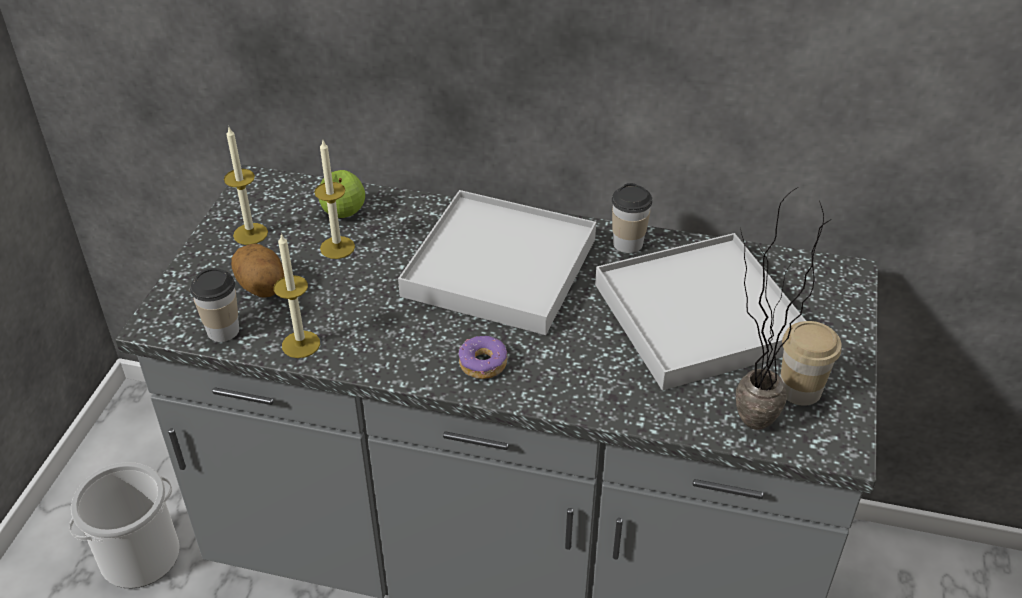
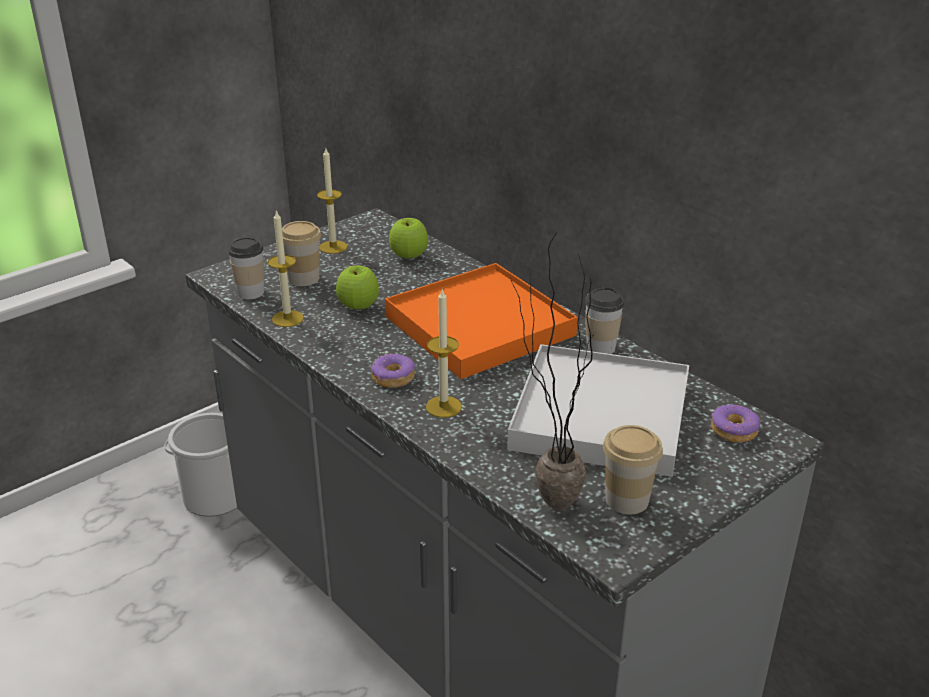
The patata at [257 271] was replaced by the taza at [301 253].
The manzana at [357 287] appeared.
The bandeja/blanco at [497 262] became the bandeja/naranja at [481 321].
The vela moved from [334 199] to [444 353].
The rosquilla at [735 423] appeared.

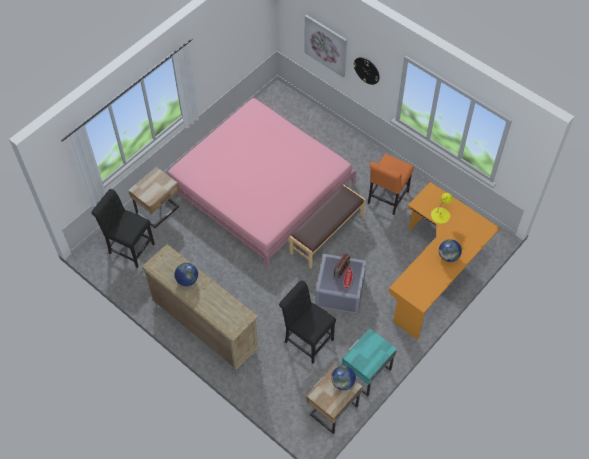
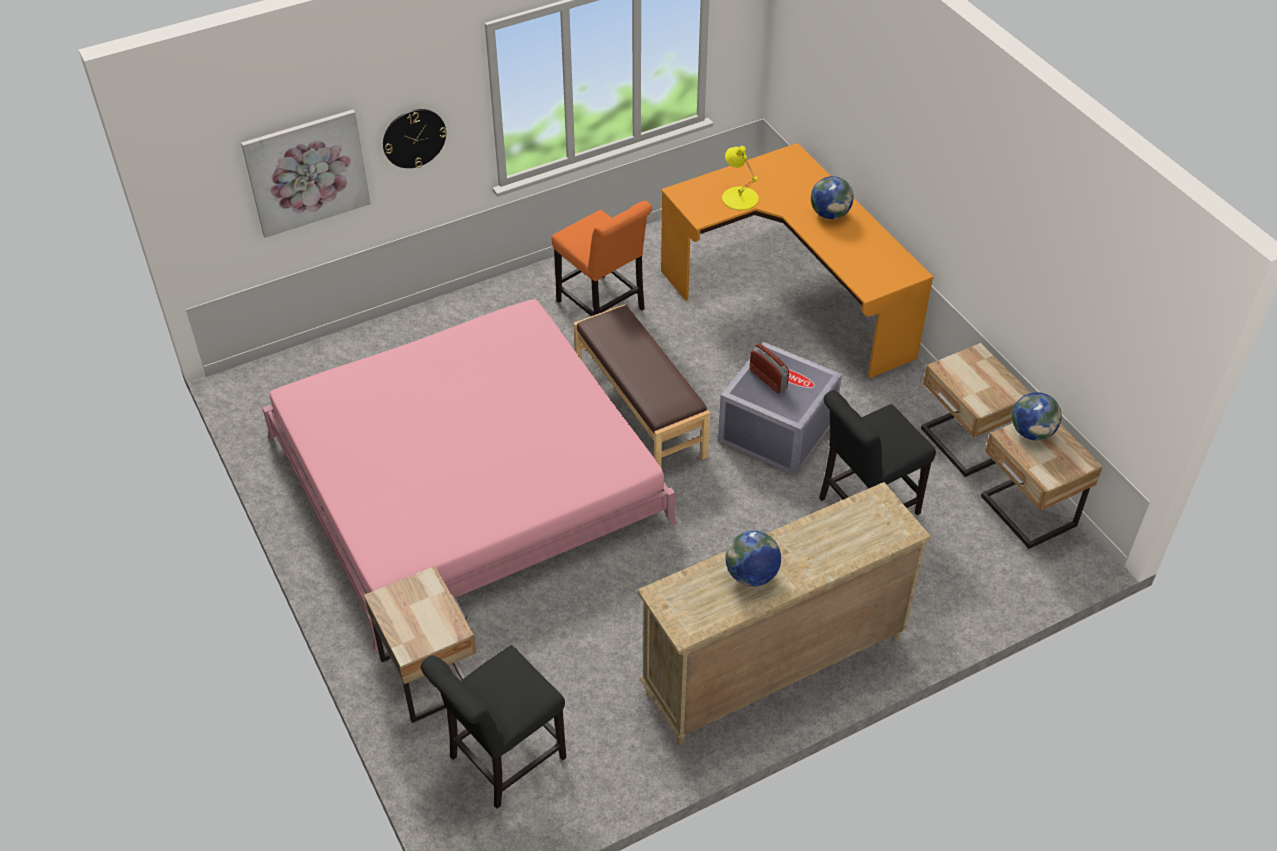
The mesita de noche/turquesa at [369 362] became the mesita de noche/beis at [976 410].

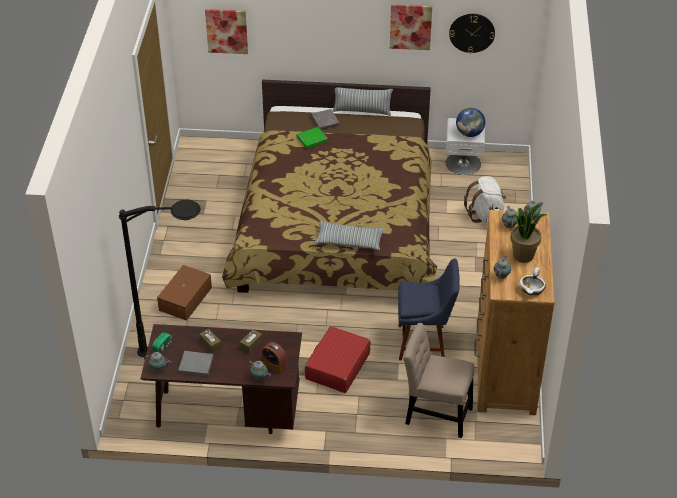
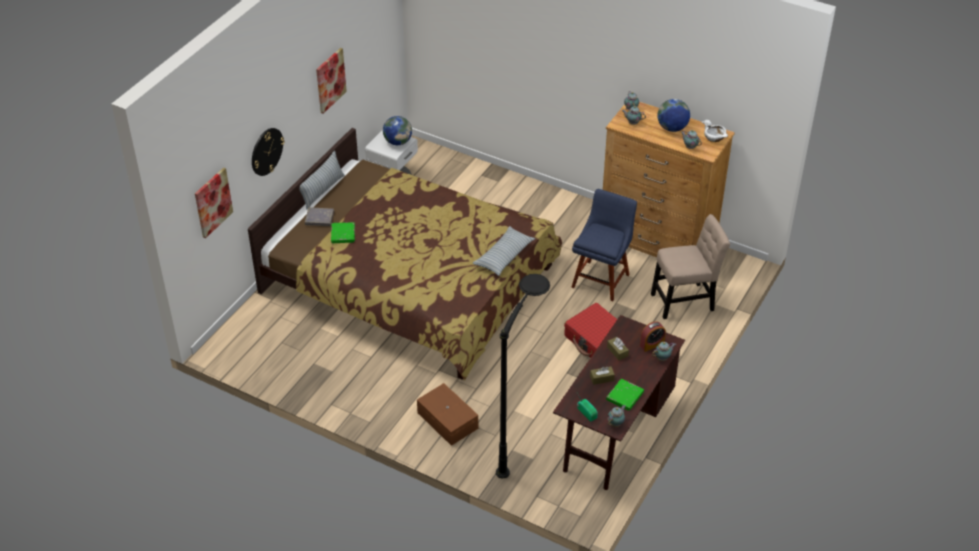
The reloj de pared moved from [472 33] to [268 152].
The libro/gris at [196 363] became the libro/verde at [625 395].
The silla/beis at [439 380] turned 150 degrees counterclockwise.
The planta en maceta at [529 233] was replaced by the globo terráqueo at [673 115].
The mochila/blanco at [485 200] disappeared.

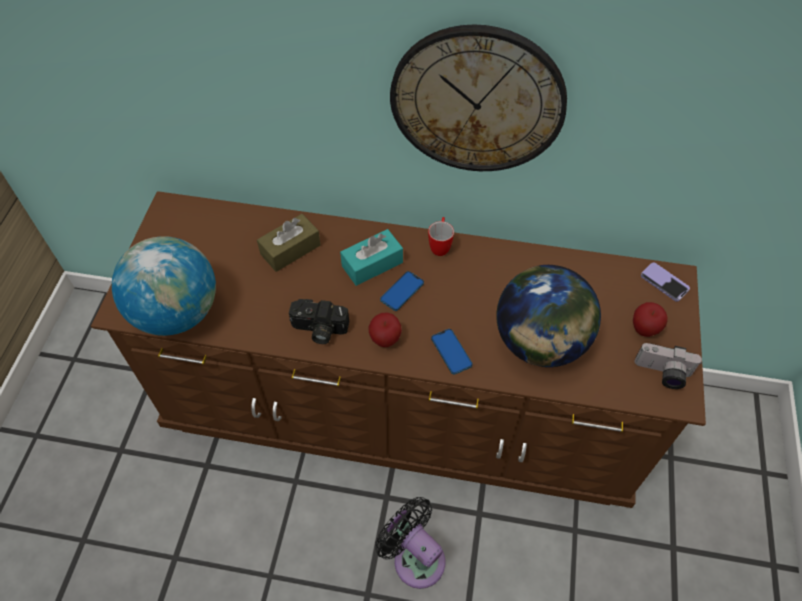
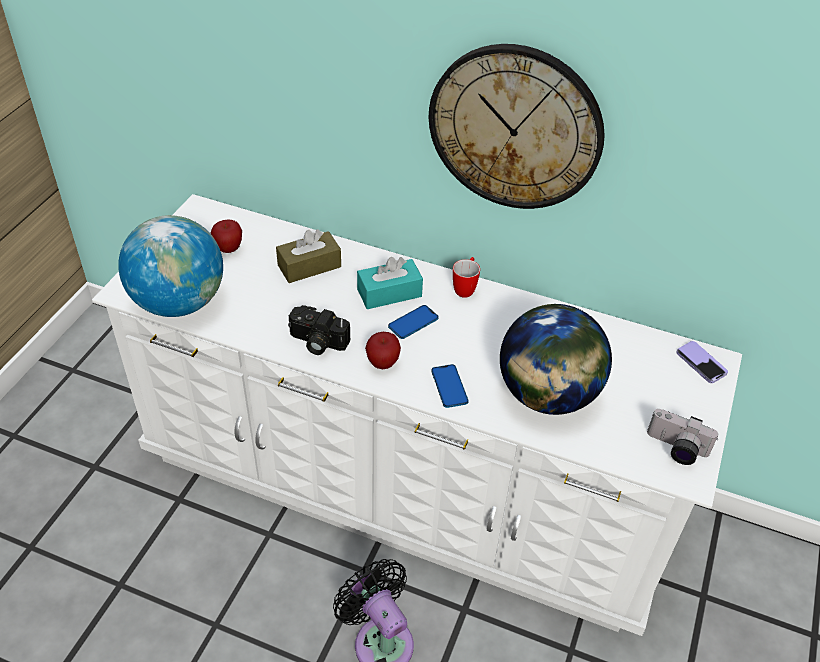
The cómoda/marrón at [398 349] became the cómoda/blanco at [417 415].
The manzana moved from [650 319] to [226 236].

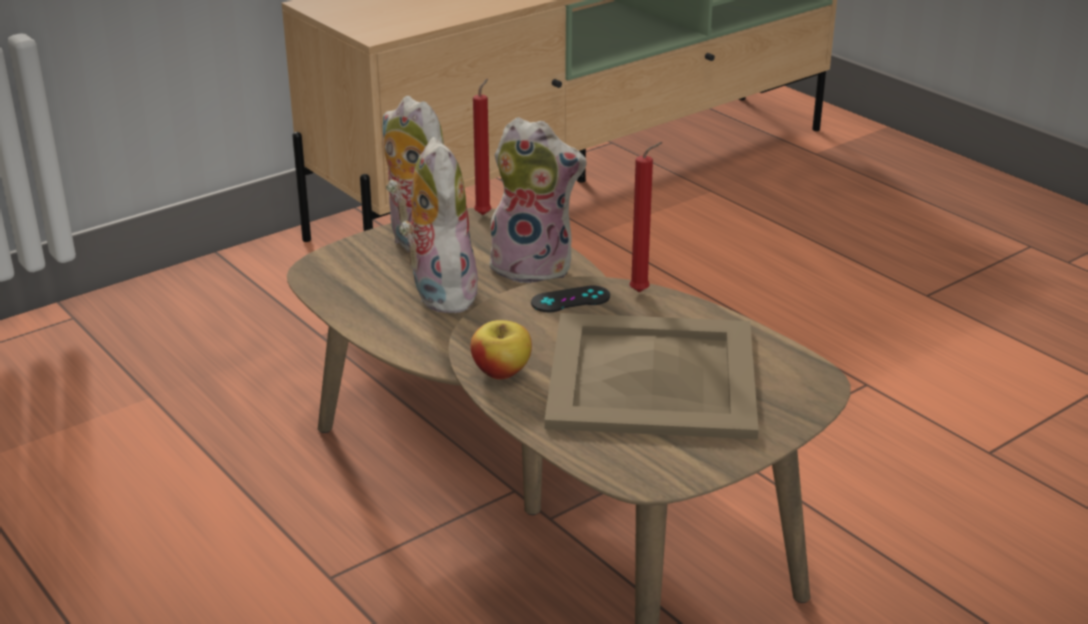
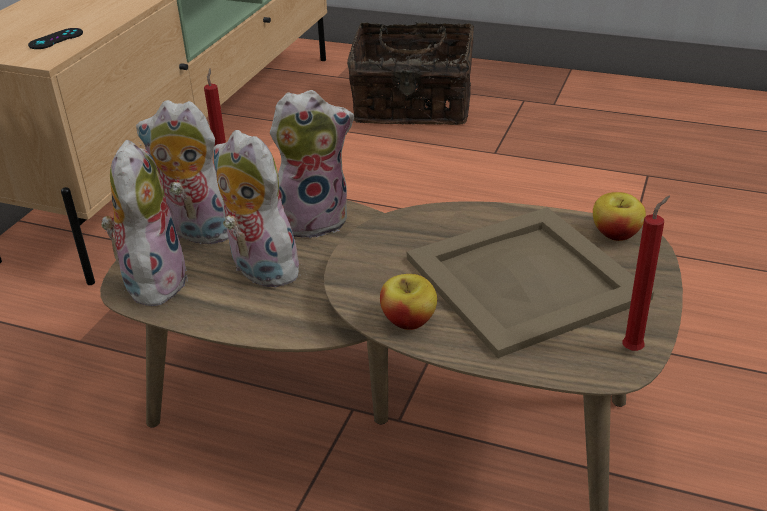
The mando de consola/negro moved from [570 298] to [55 38].
The peluche at [144 223] appeared.
The cesta at [410 73] appeared.
The manzana at [619 216] appeared.
The vela/rojo moved from [646 217] to [646 273].

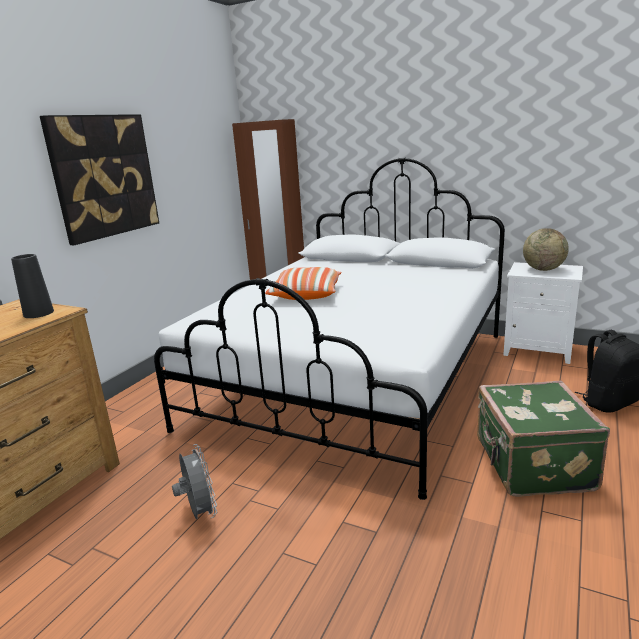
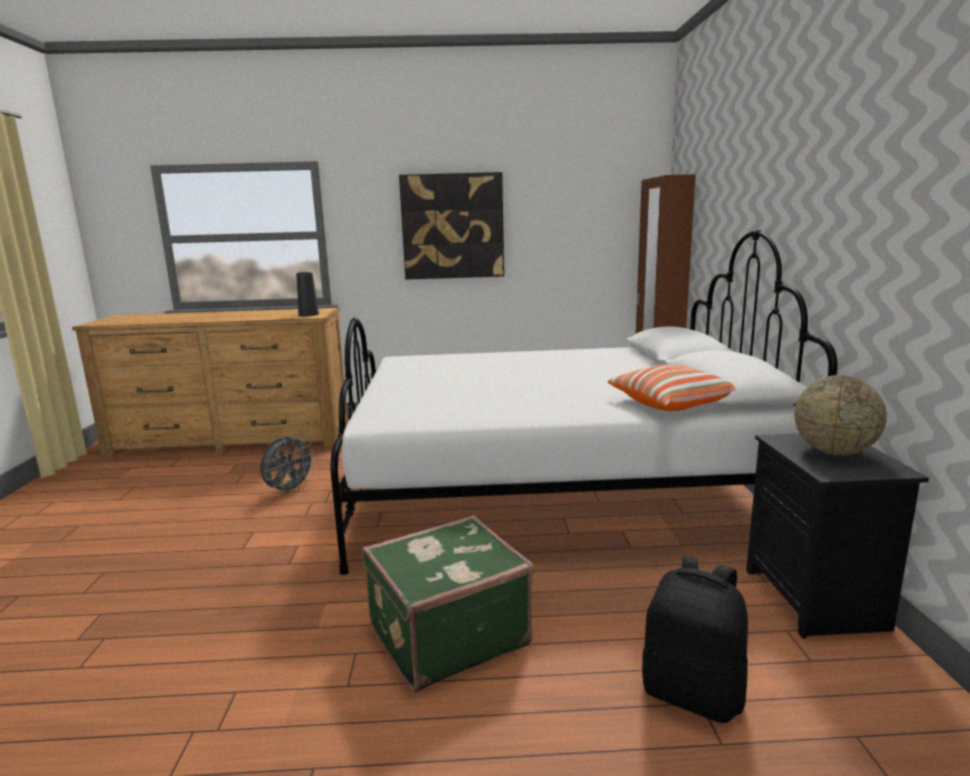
The cojín moved from [303 283] to [672 387].
The mesita de noche/blanco at [543 313] became the mesita de noche/negro at [837 536].

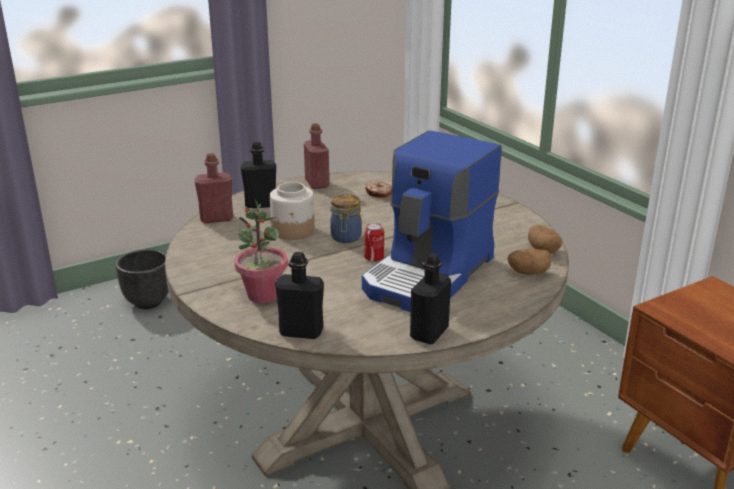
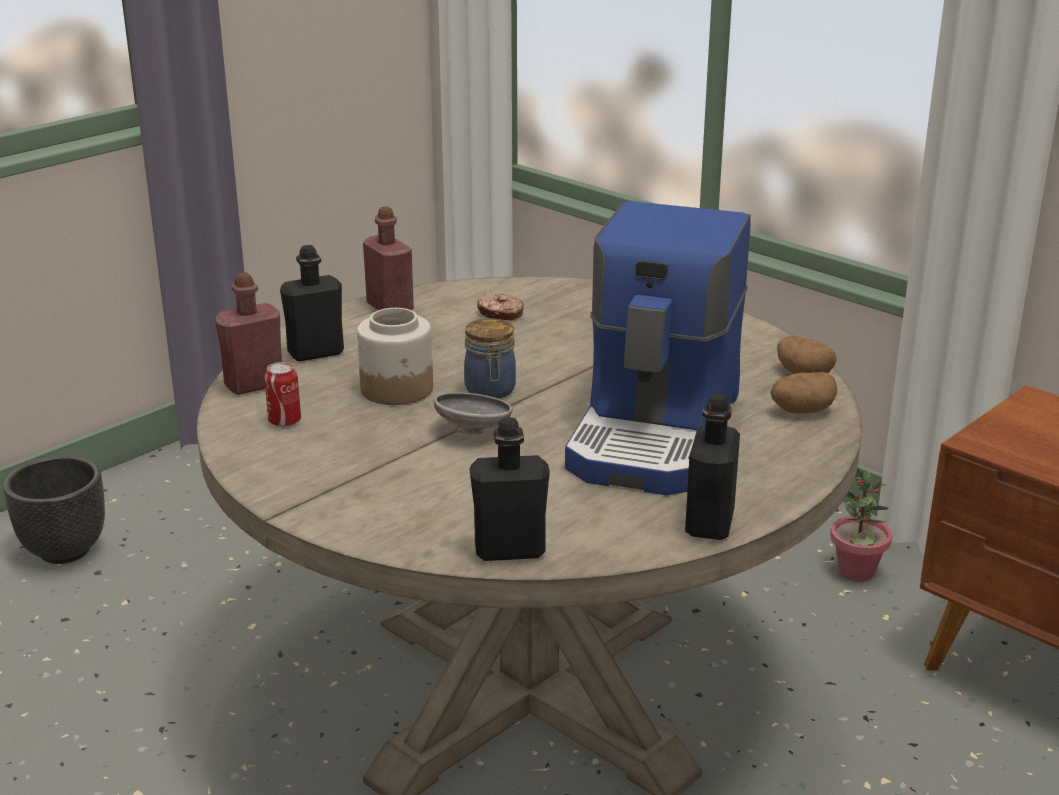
The lata moved from [374 242] to [282 394].
The cuenco/gris at [473 413] appeared.
The planta en maceta moved from [261 251] to [861 525].

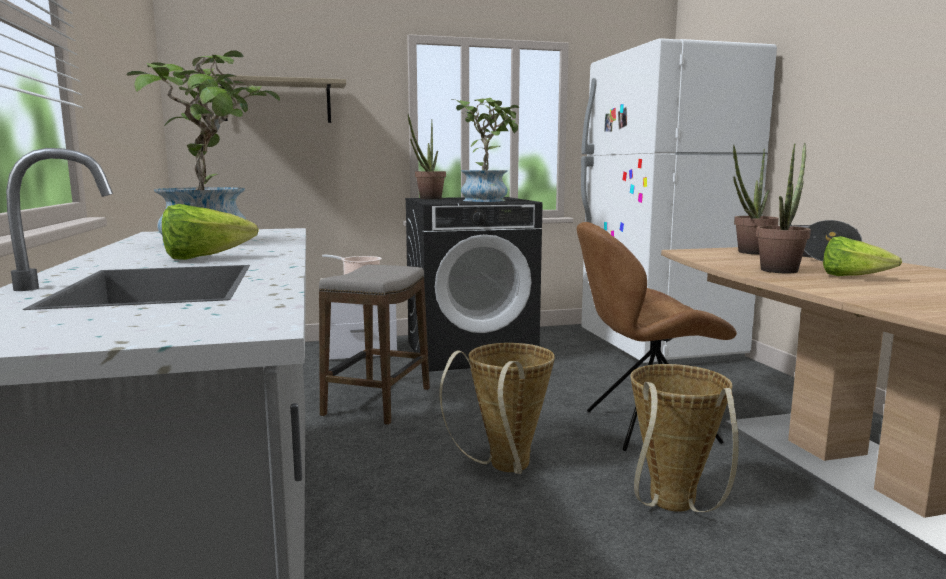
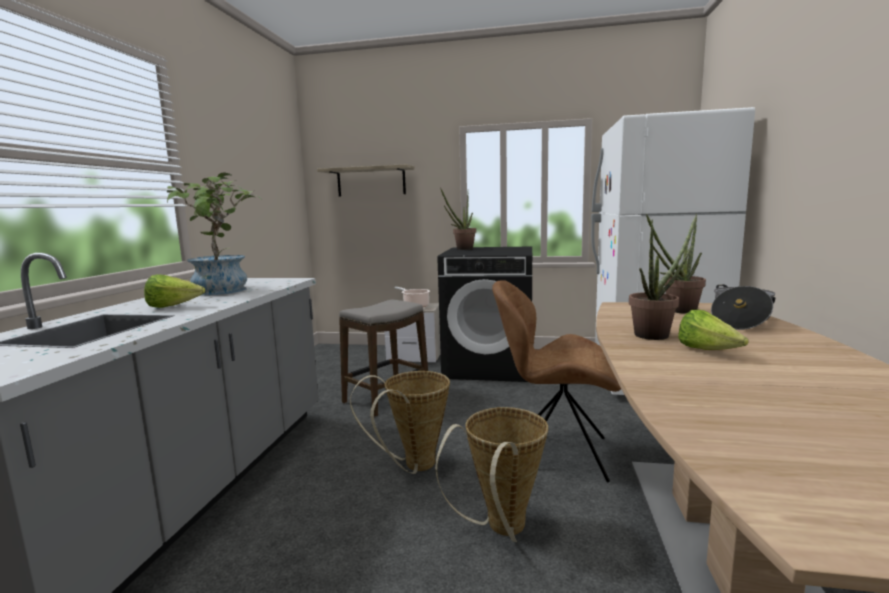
The planta en maceta at [485 150] disappeared.

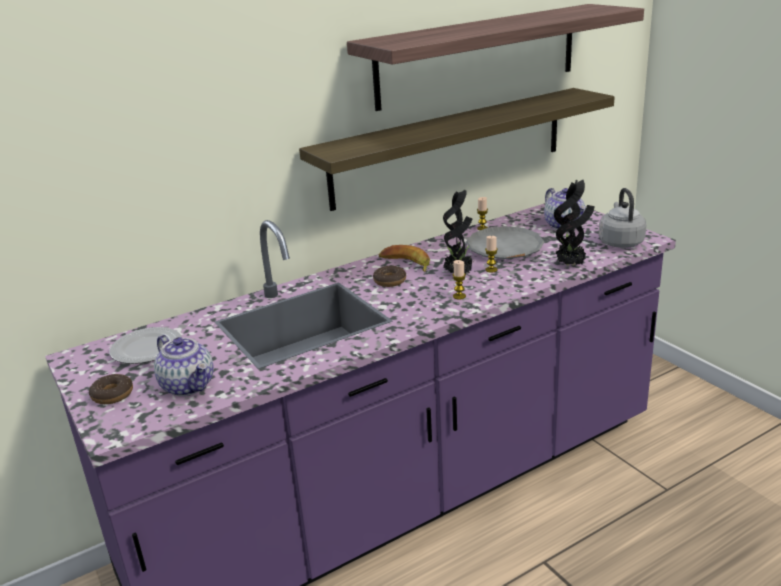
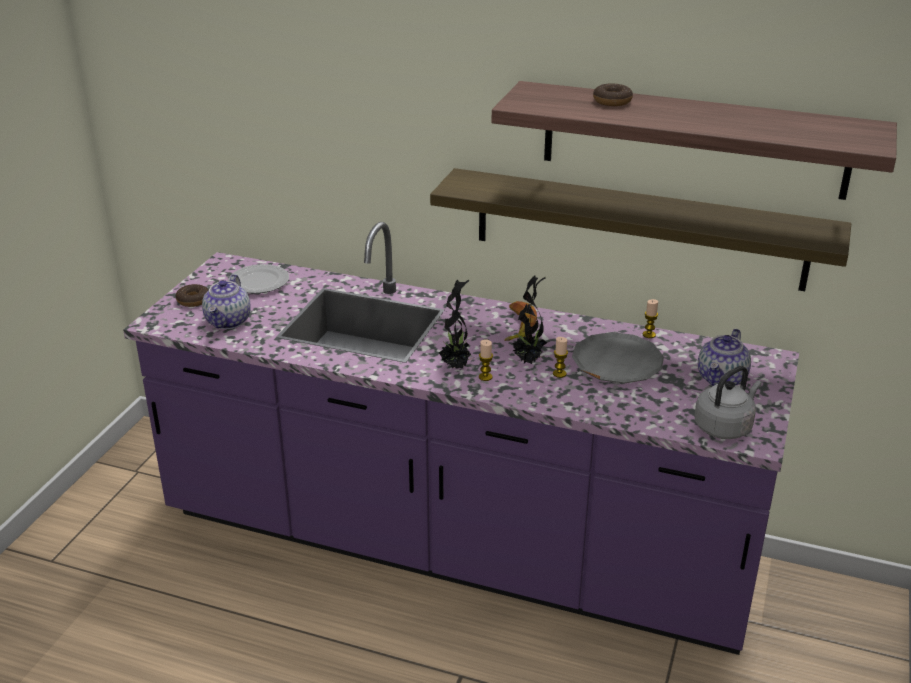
The planta en maceta moved from [574 223] to [455 324].
The rosquilla moved from [389 276] to [613 94].

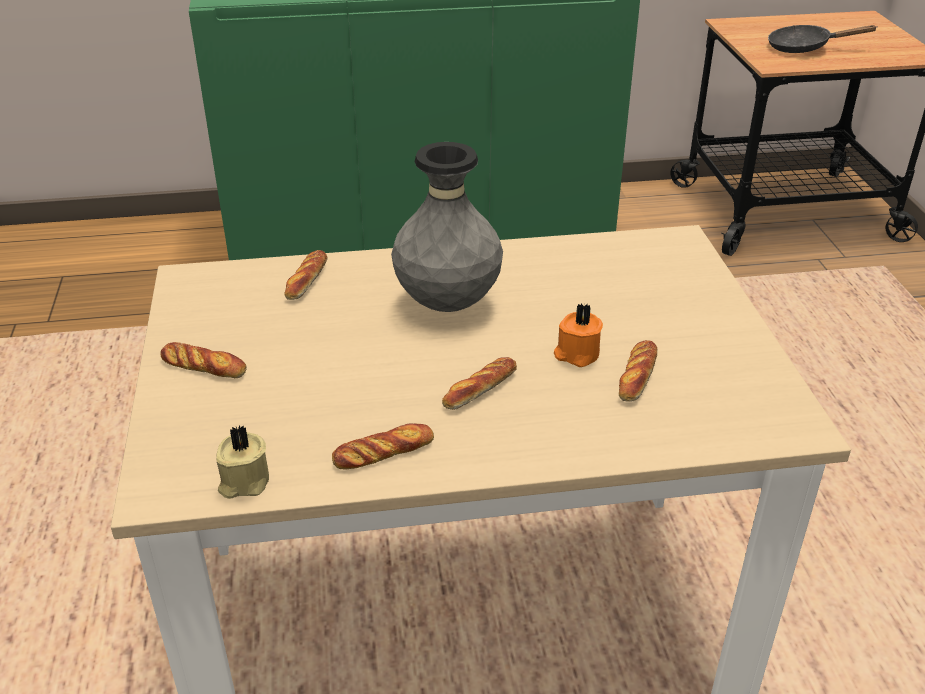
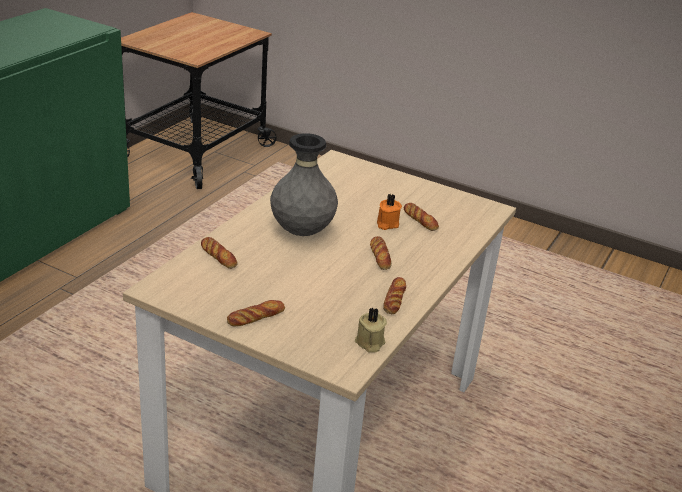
The sartén/negro at [823 39] disappeared.

